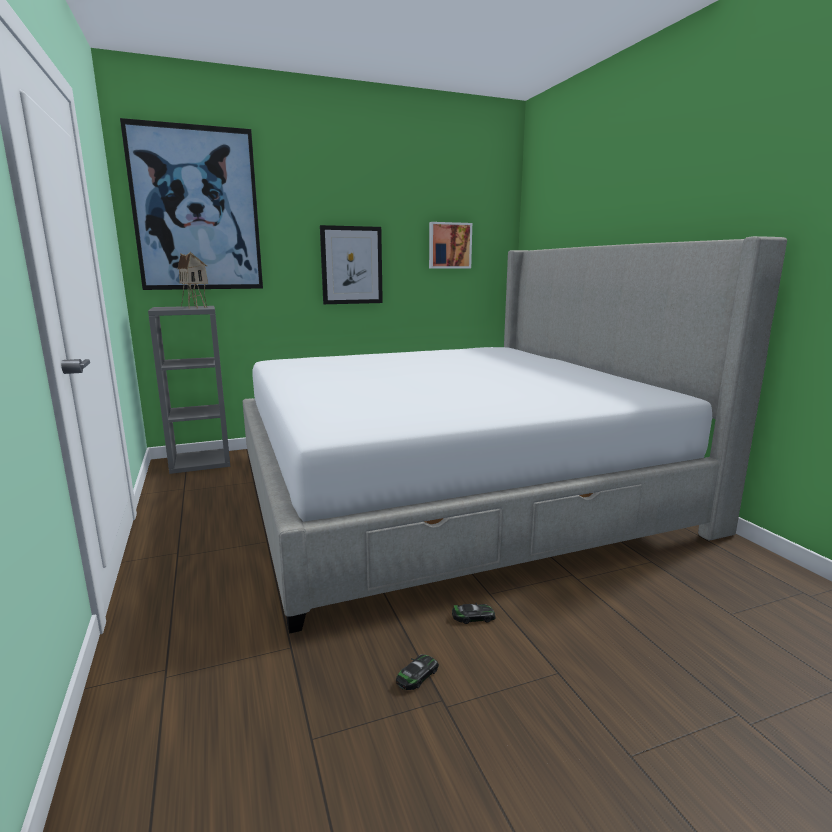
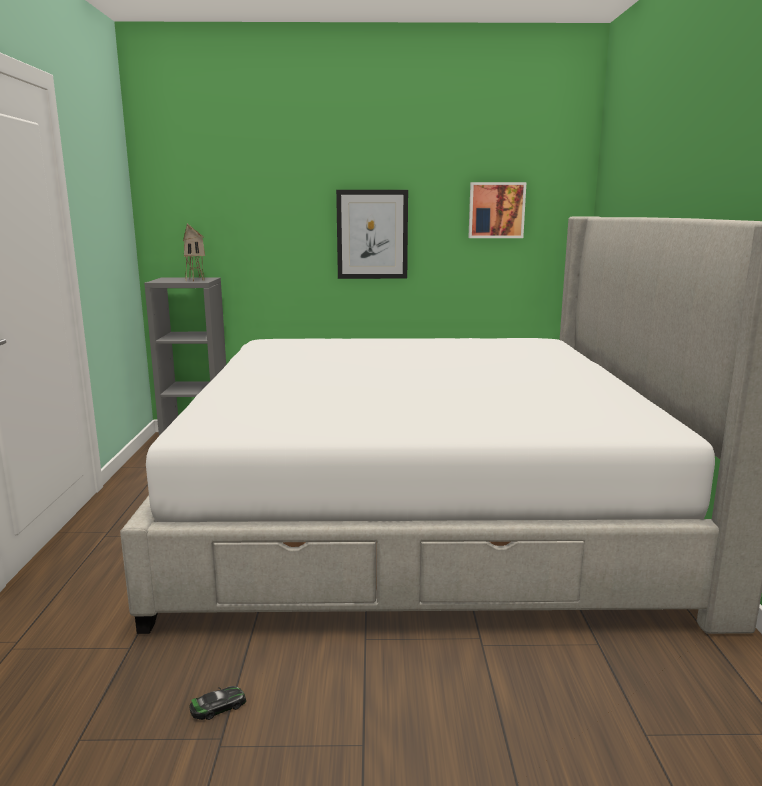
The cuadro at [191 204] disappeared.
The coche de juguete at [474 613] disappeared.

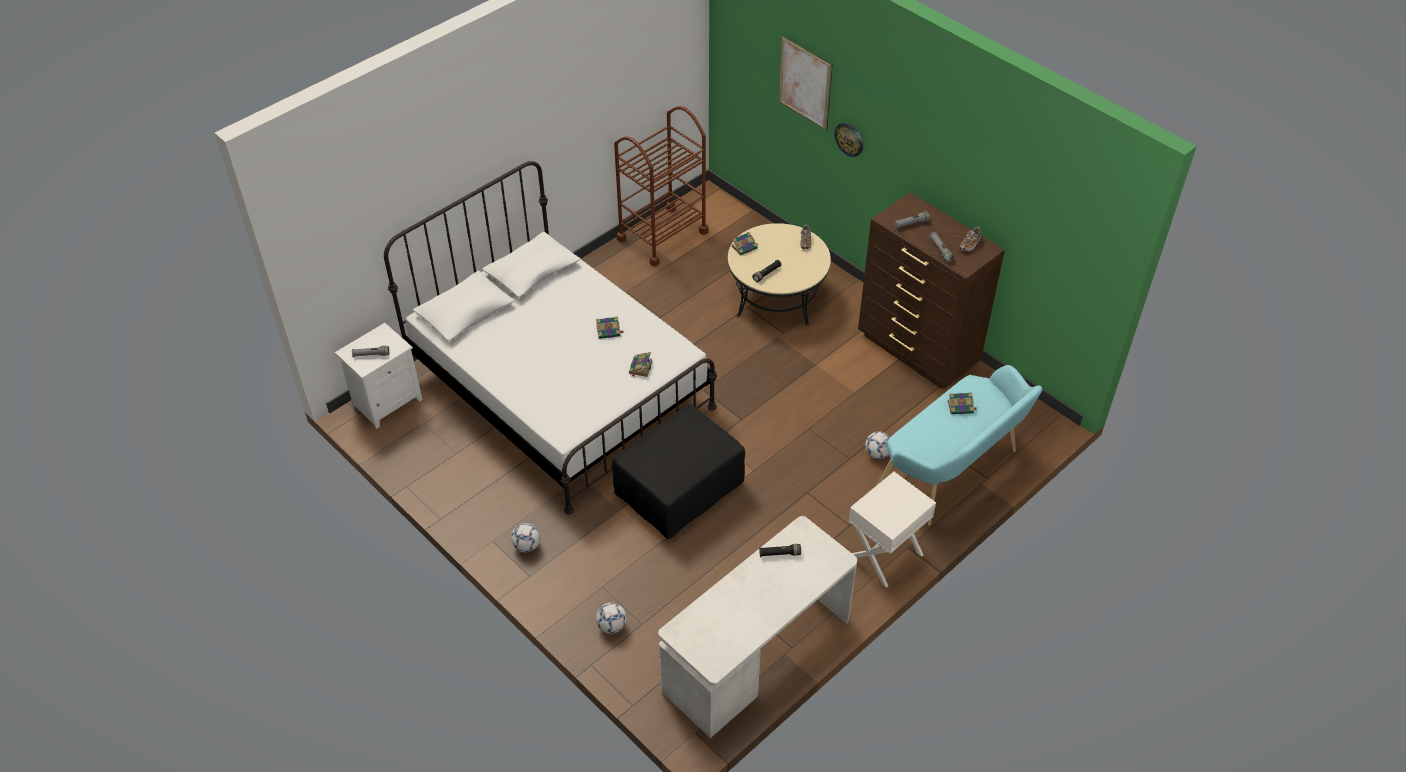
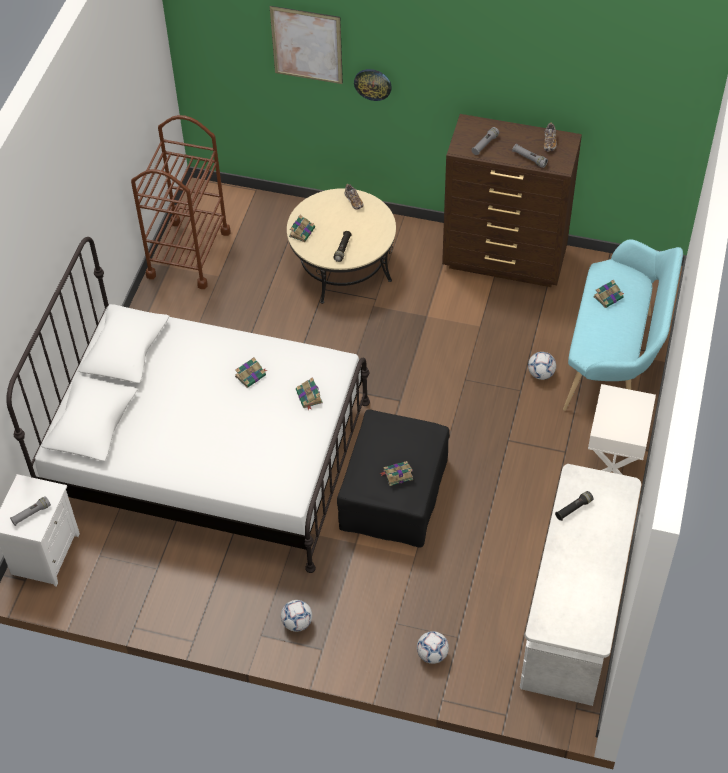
The libro at [396 473] appeared.

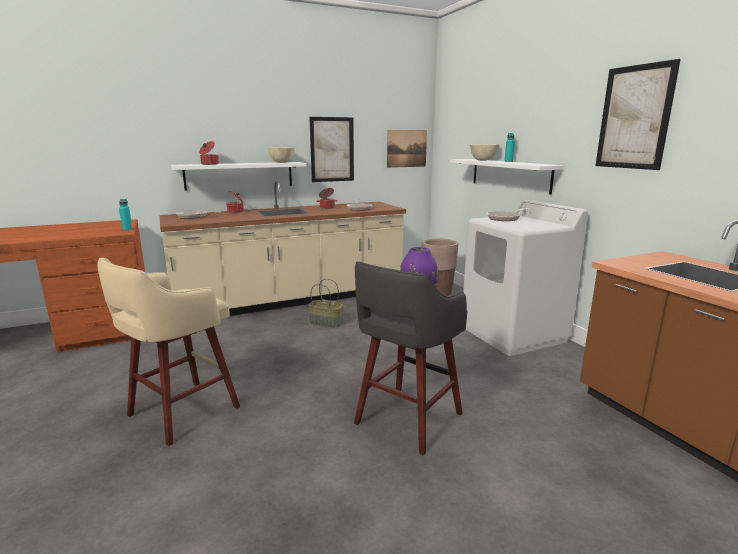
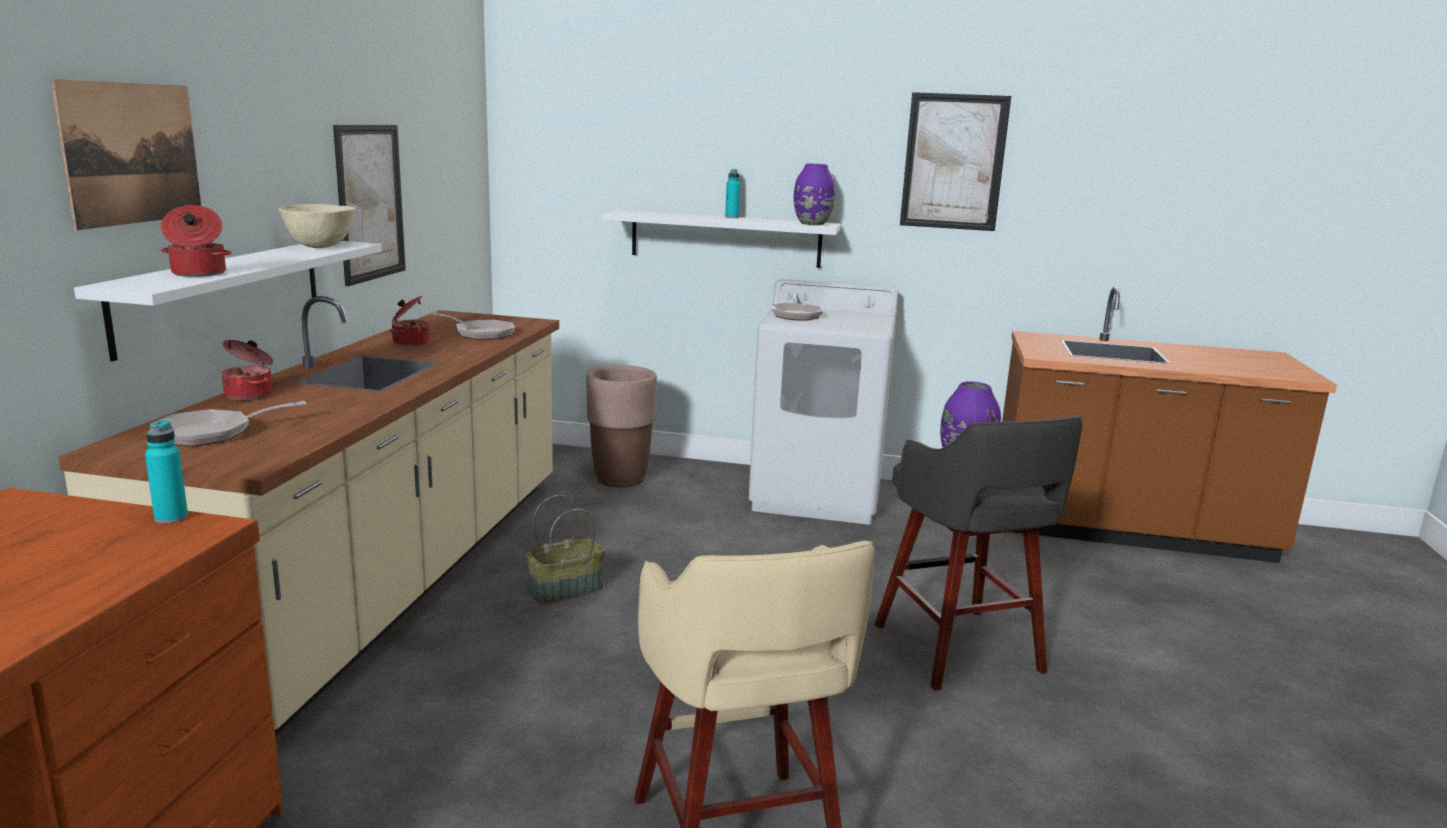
The cuadro moved from [407 149] to [126 154].
The florero/morado at [814 194] appeared.
The cuenco/beis at [484 152] disappeared.

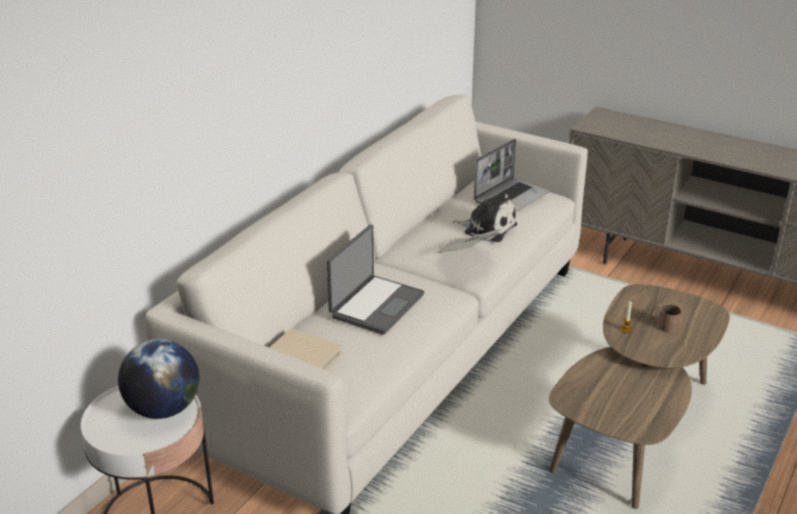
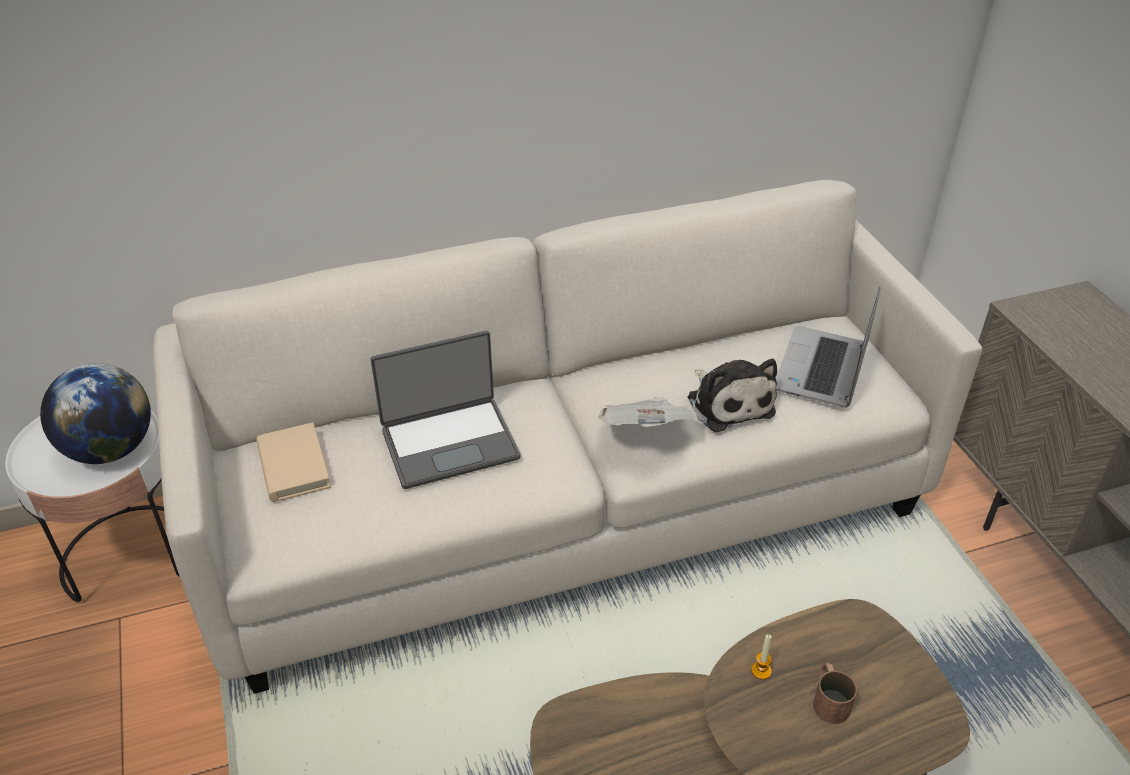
The portátil at [511 175] turned 120 degrees clockwise.

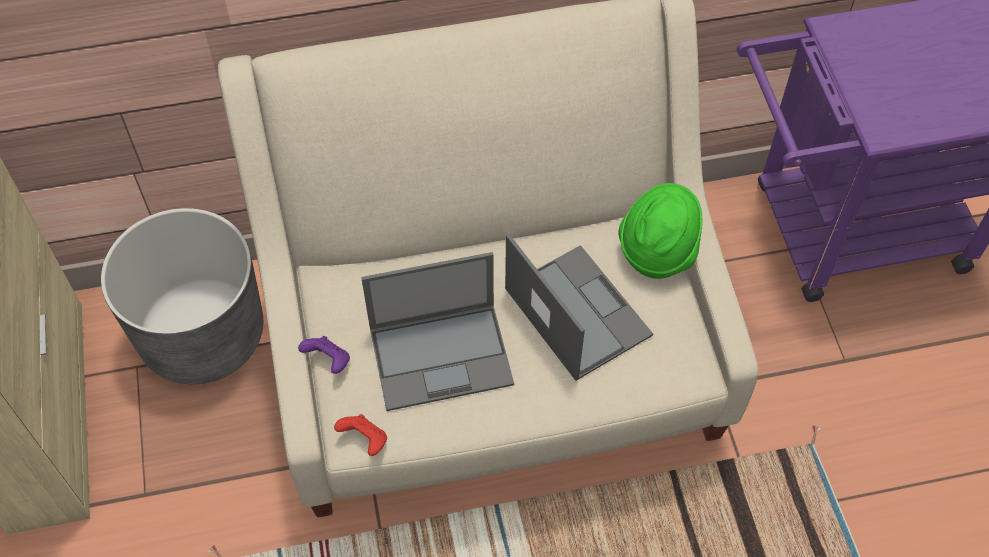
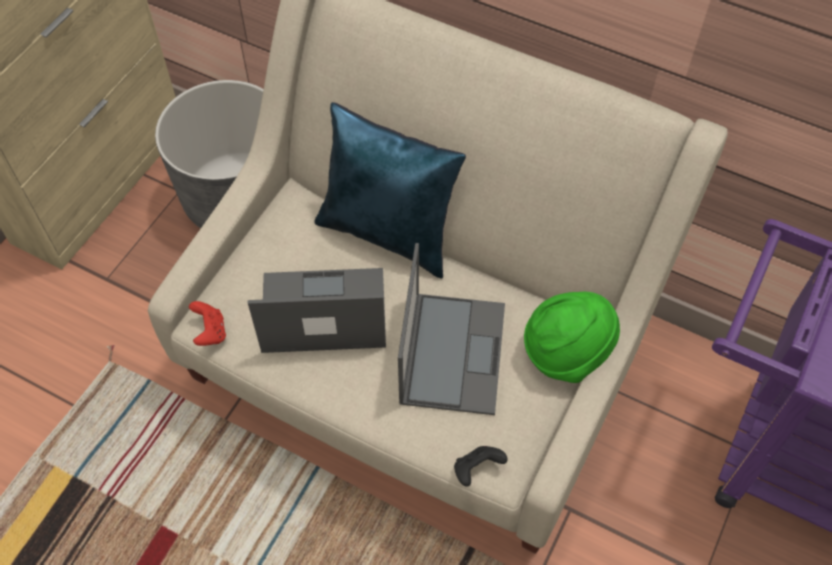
The portátil at [437 331] turned 150 degrees clockwise.
The cojín/azul at [390 190] appeared.
The mando de consola/negro at [480 466] appeared.
The mando de consola/morado at [324 355] disappeared.

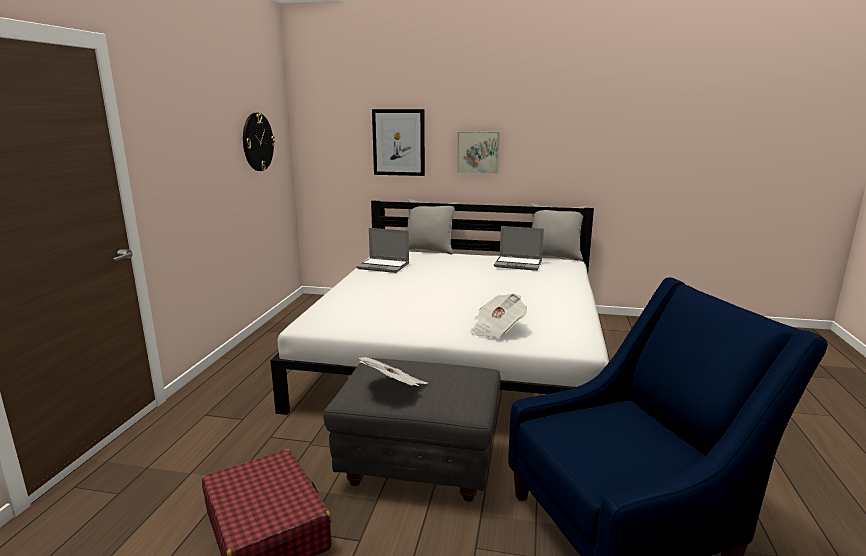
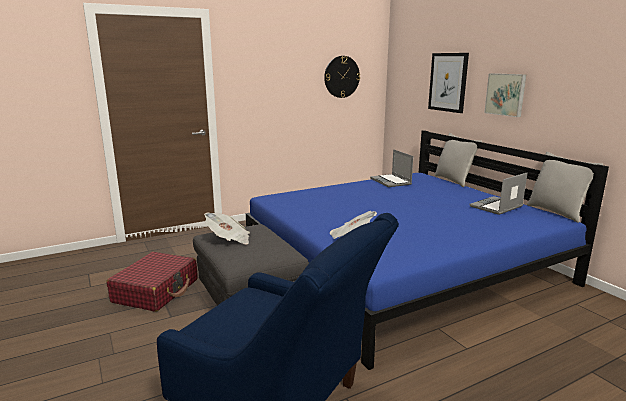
The cama/blanco at [439 308] became the cama/azul at [427 250].
The portátil at [519 248] turned 75 degrees clockwise.

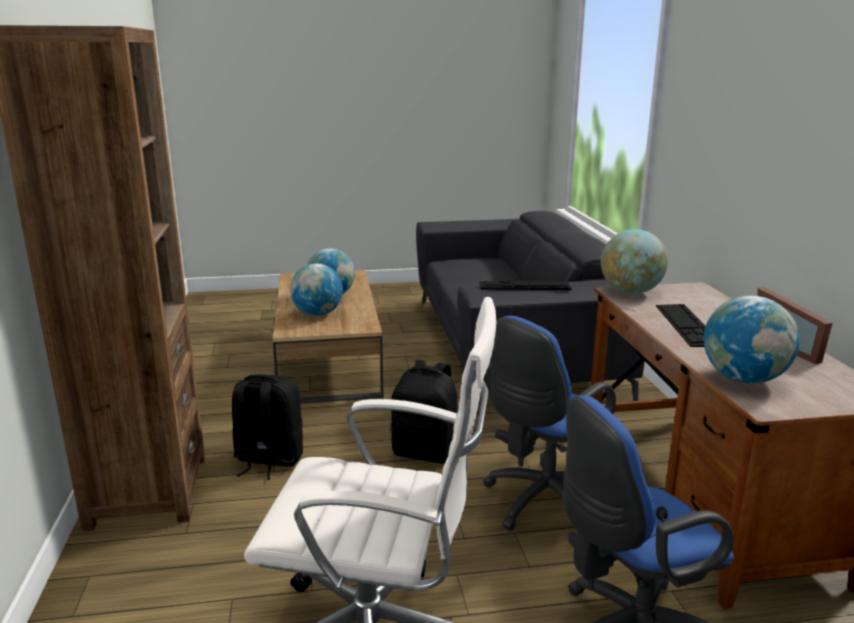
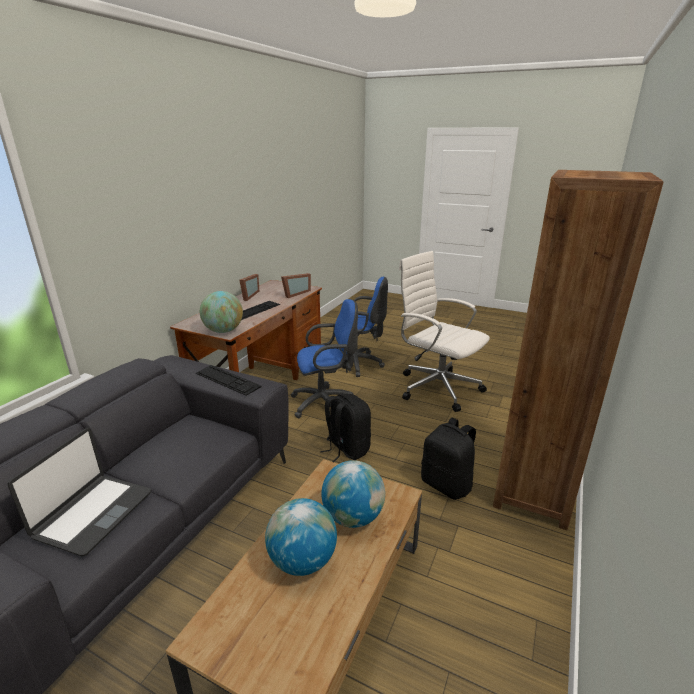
The portátil at [79 492] appeared.
The globo terráqueo at [752 340] was replaced by the portarretratos at [296 285].

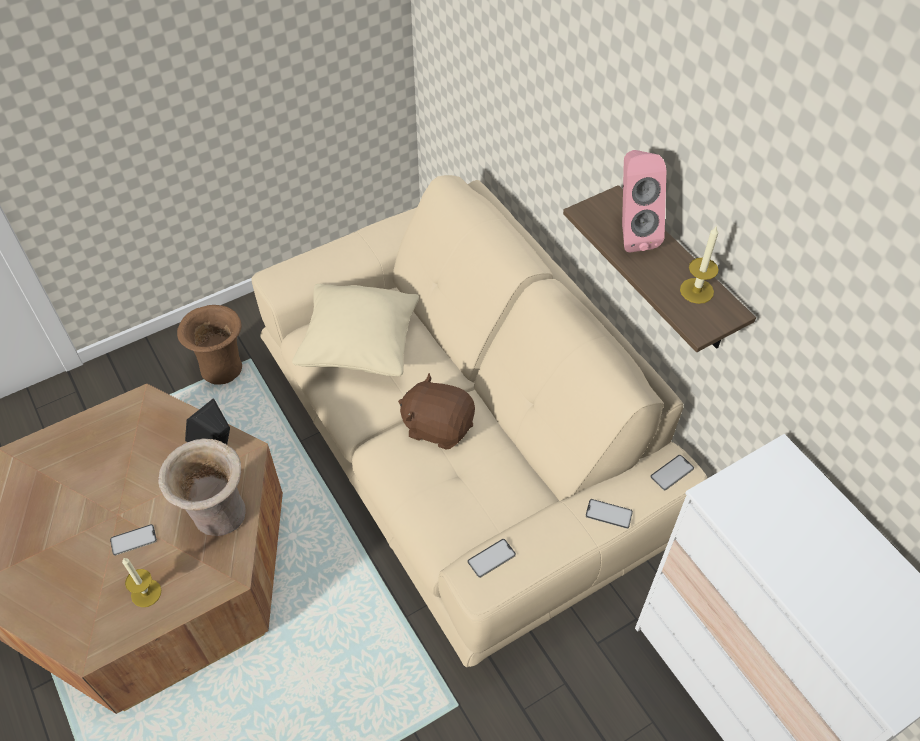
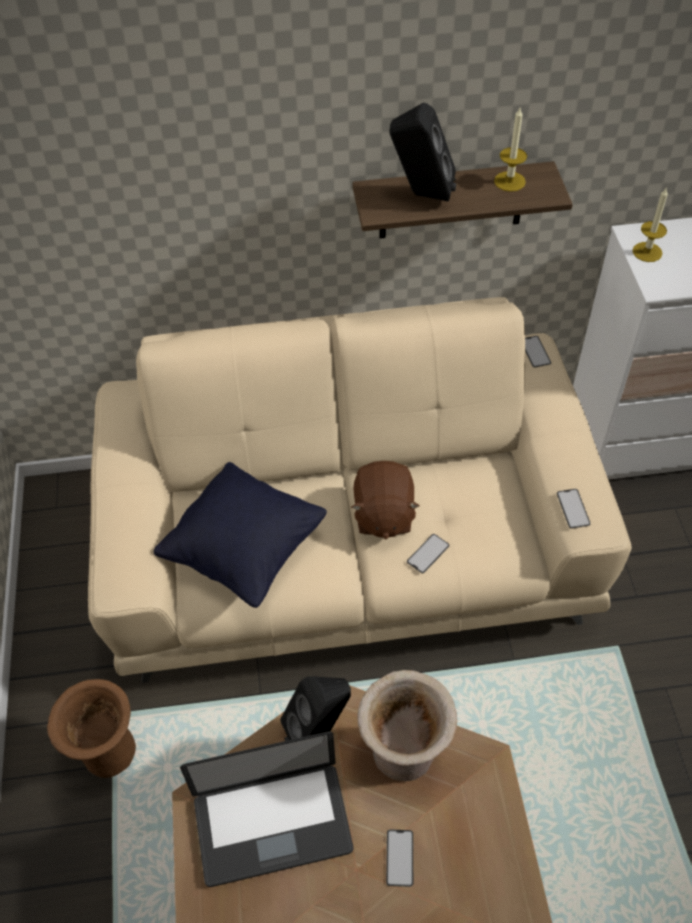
The cojín/beis at [355 330] became the cojín/negro at [240 535].
The portátil at [266 809] appeared.
The peluche/marrón at [436 411] turned 45 degrees counterclockwise.
The altavoz/rosa at [644 201] became the altavoz/negro at [422 152].
The móvil moved from [609 514] to [428 554].
The vela moved from [141 582] to [650 224].

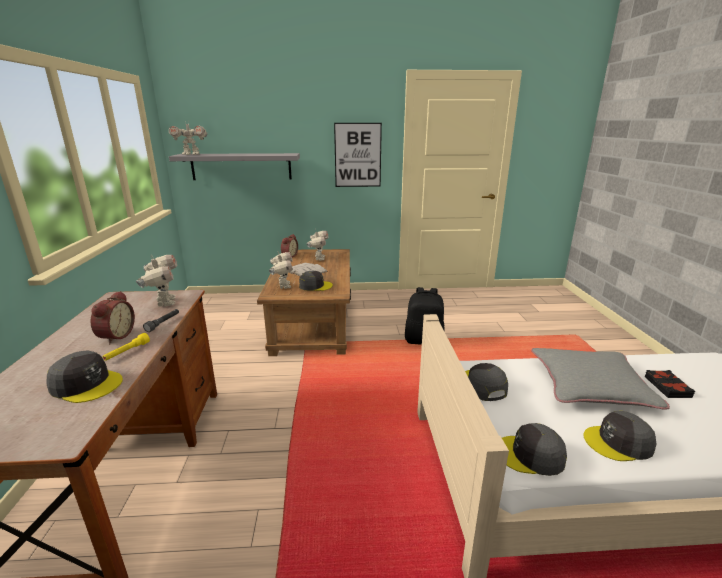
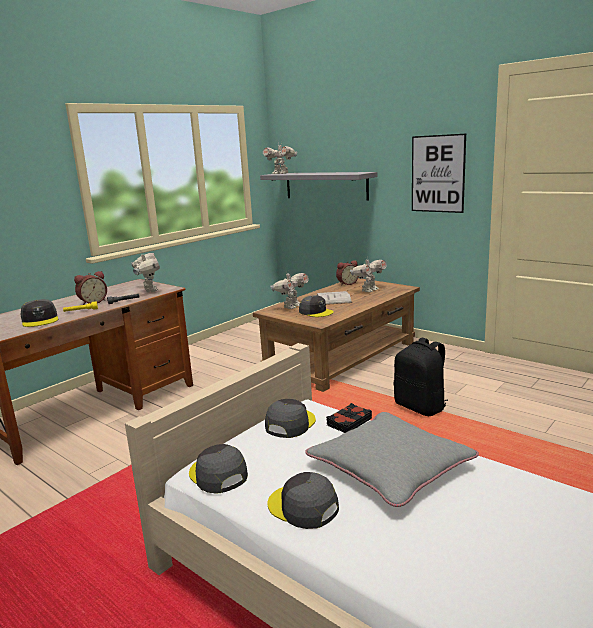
The robot de juguete at [156 280] turned 45 degrees counterclockwise.
The libro/negro moved from [670 384] to [349 418].

